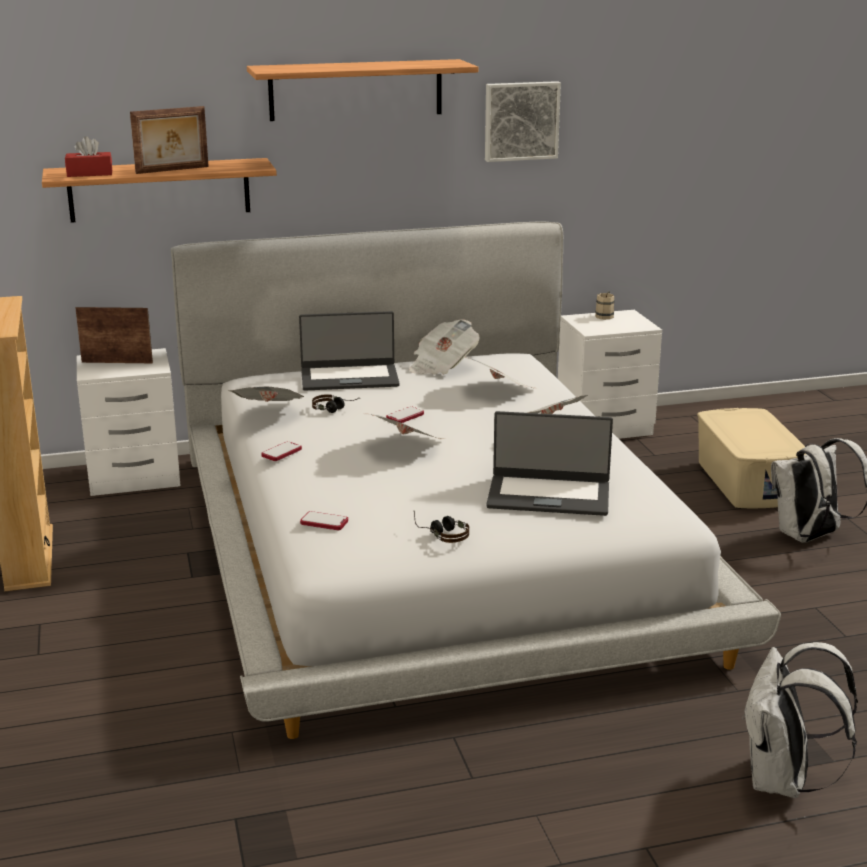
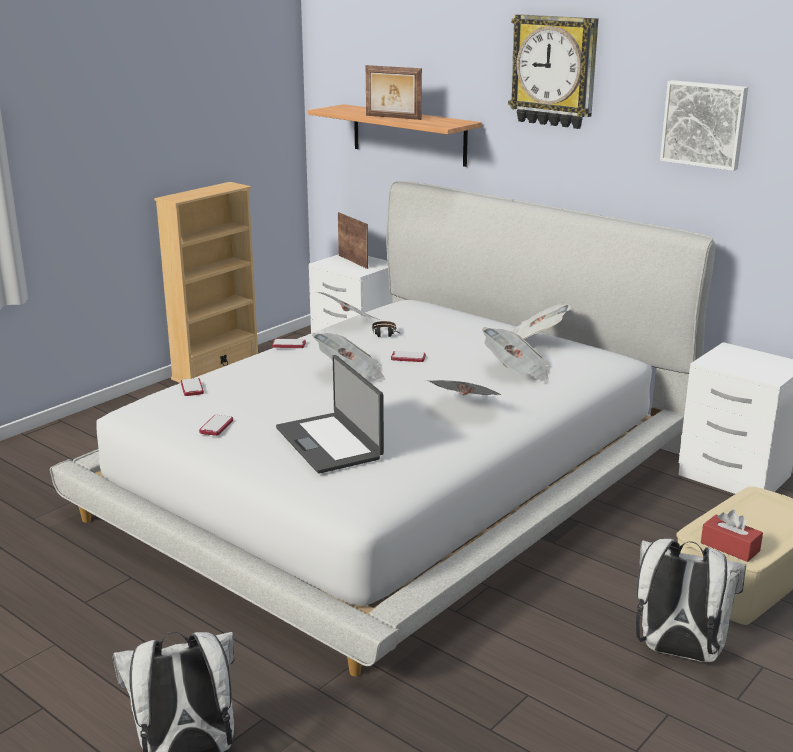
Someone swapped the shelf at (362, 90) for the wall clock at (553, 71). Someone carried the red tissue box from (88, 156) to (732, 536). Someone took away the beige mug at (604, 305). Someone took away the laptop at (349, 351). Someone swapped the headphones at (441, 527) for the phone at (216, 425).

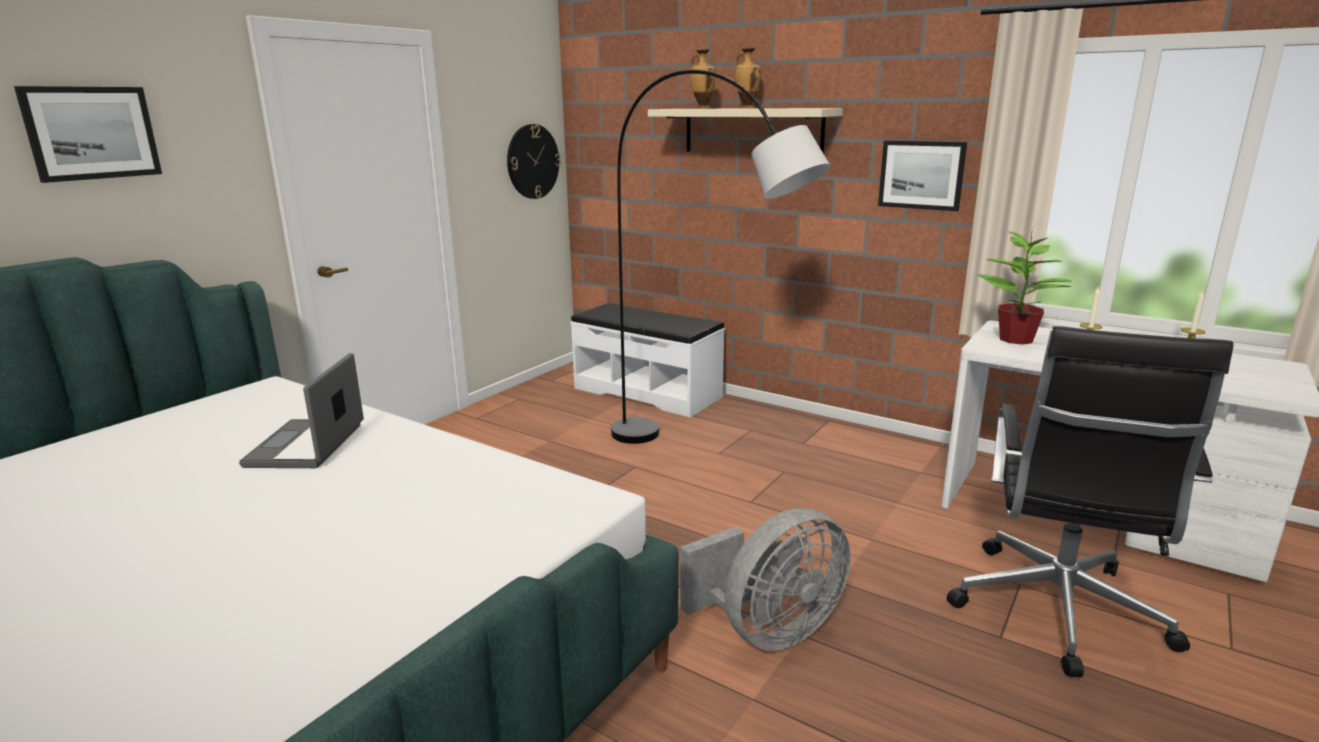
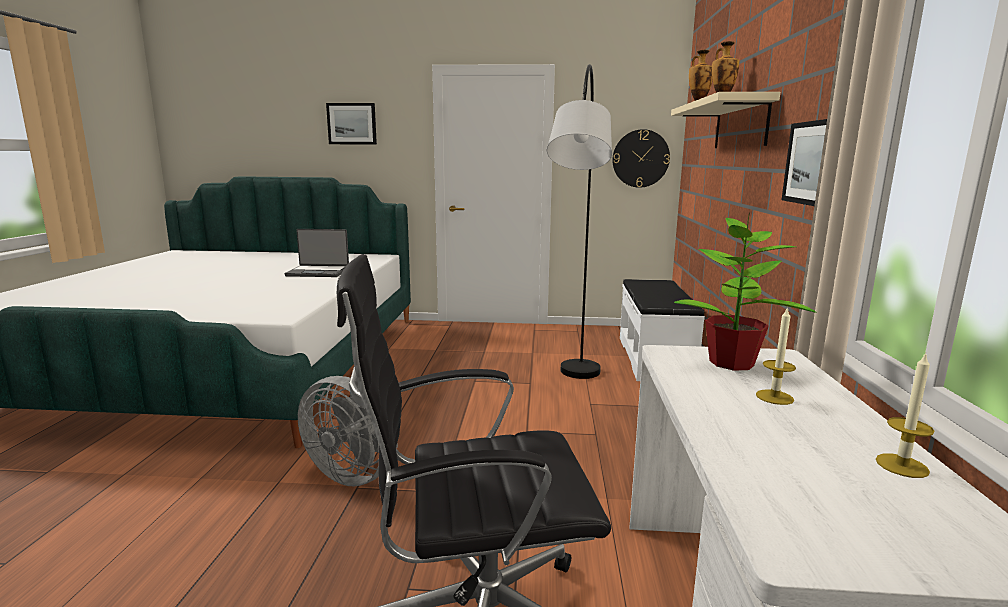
Someone rotated the laptop at (301, 410) by 150 degrees counterclockwise.

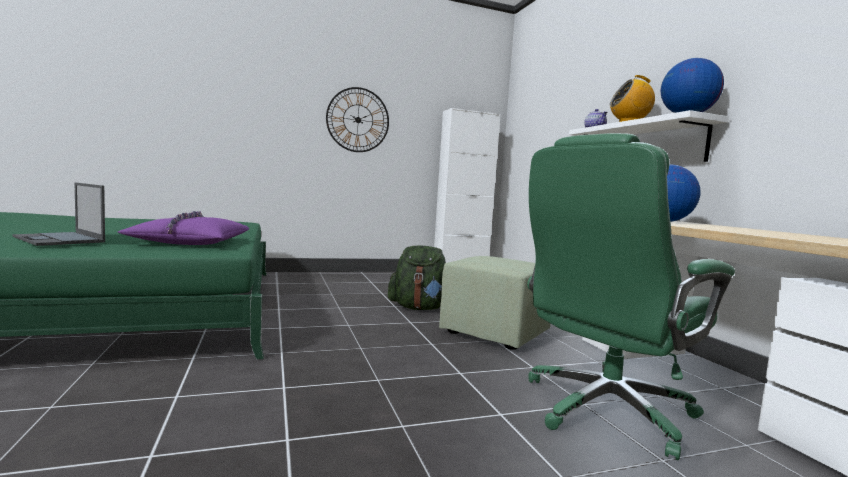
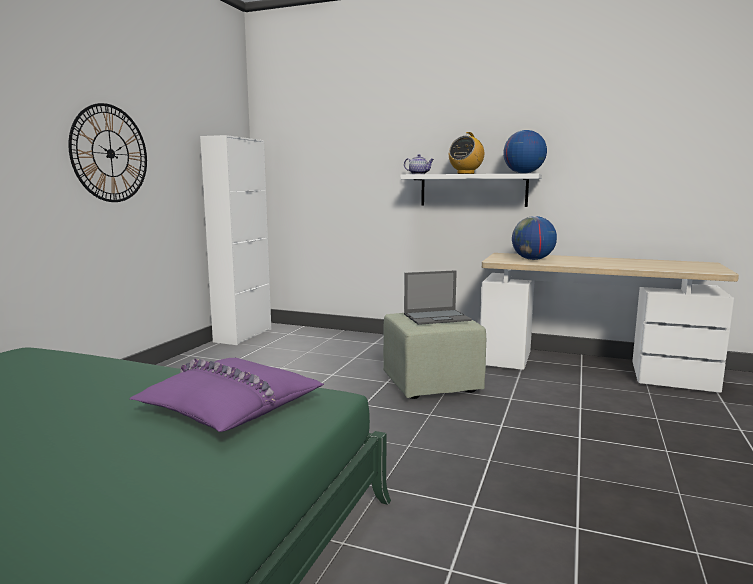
Someone took away the green office chair at (631, 296). Someone carried the laptop from (59, 214) to (438, 297). Someone took away the green backpack at (417, 277).

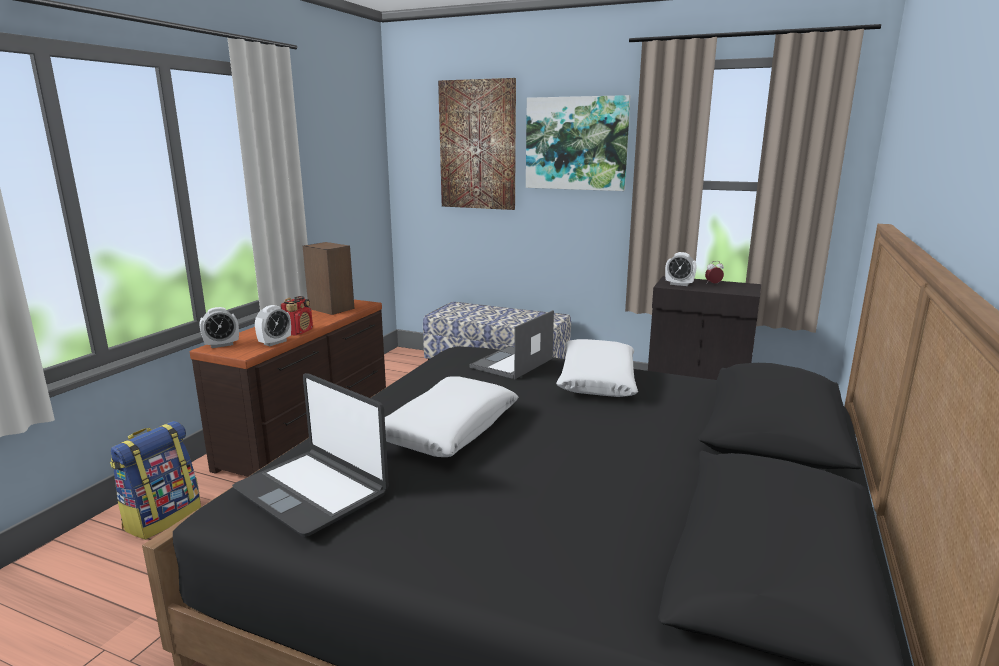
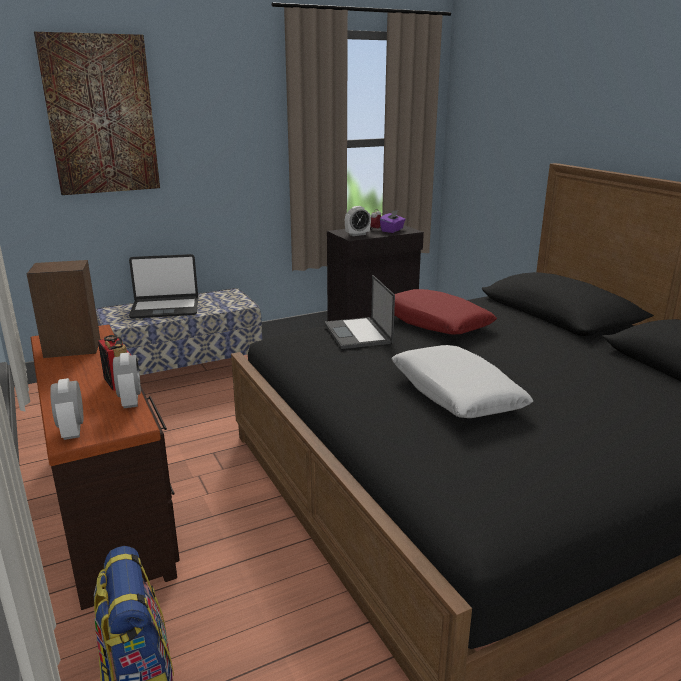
Someone took away the picture at (578, 143). Someone rotated the alarm clock at (219, 327) by 150 degrees clockwise. Someone repainted the white pillow at (597, 368), which became the red pillow at (445, 311). Someone carried the laptop from (310, 455) to (163, 286). Someone put down the purple tissue box at (393, 221).

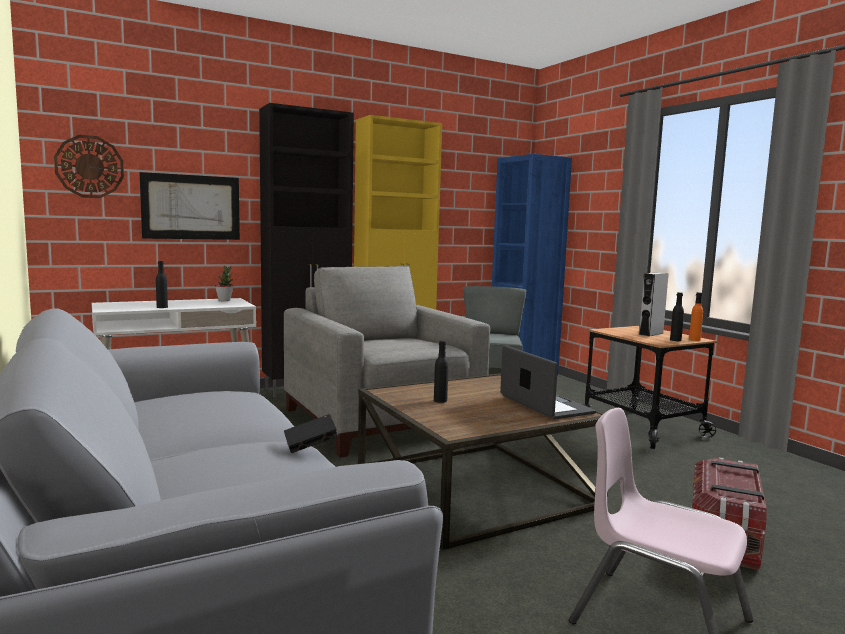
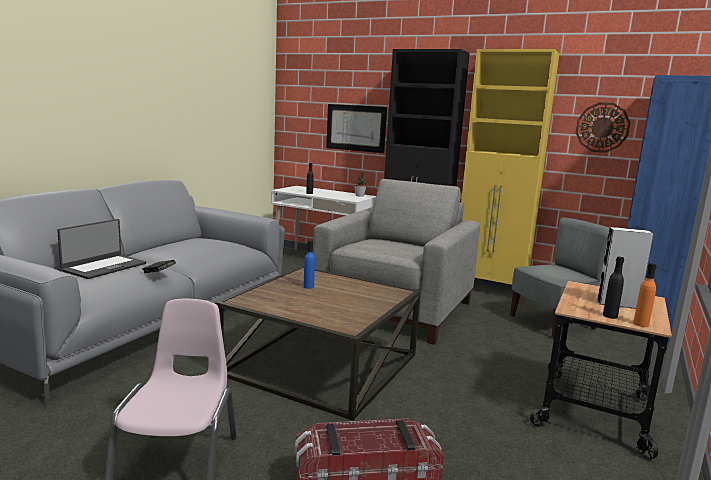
Someone carried the wall clock from (89, 166) to (603, 127). Someone repainted the black bottle at (441, 372), which became the blue bottle at (309, 264). Someone carried the laptop from (548, 382) to (101, 249).

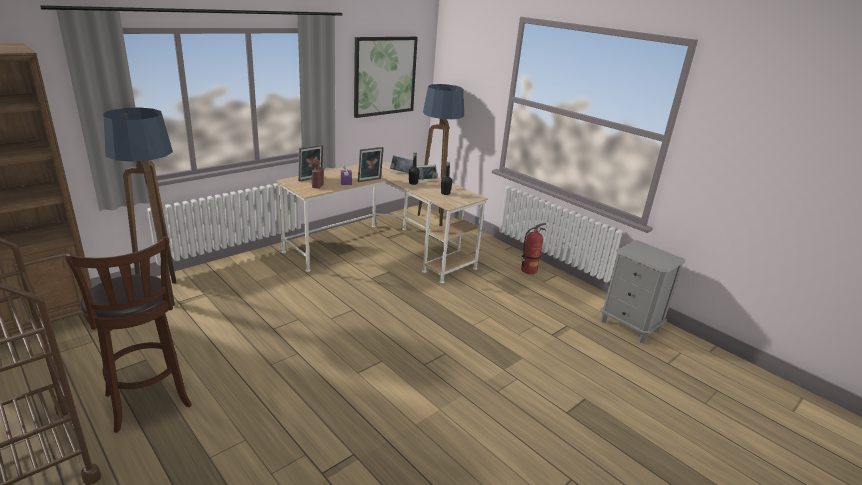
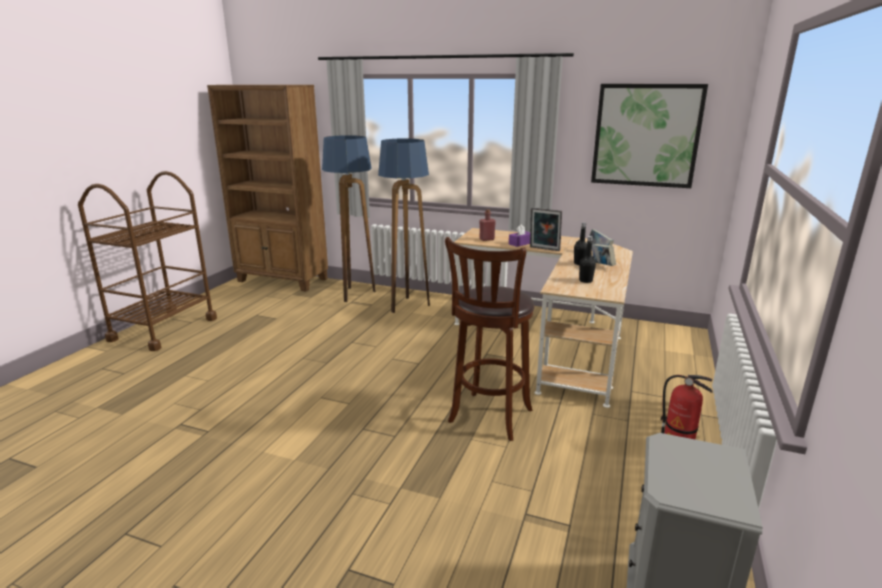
Someone carried the floor lamp from (441, 155) to (404, 225). Someone took away the picture frame at (310, 163). Someone carried the brown stool from (128, 334) to (489, 339).

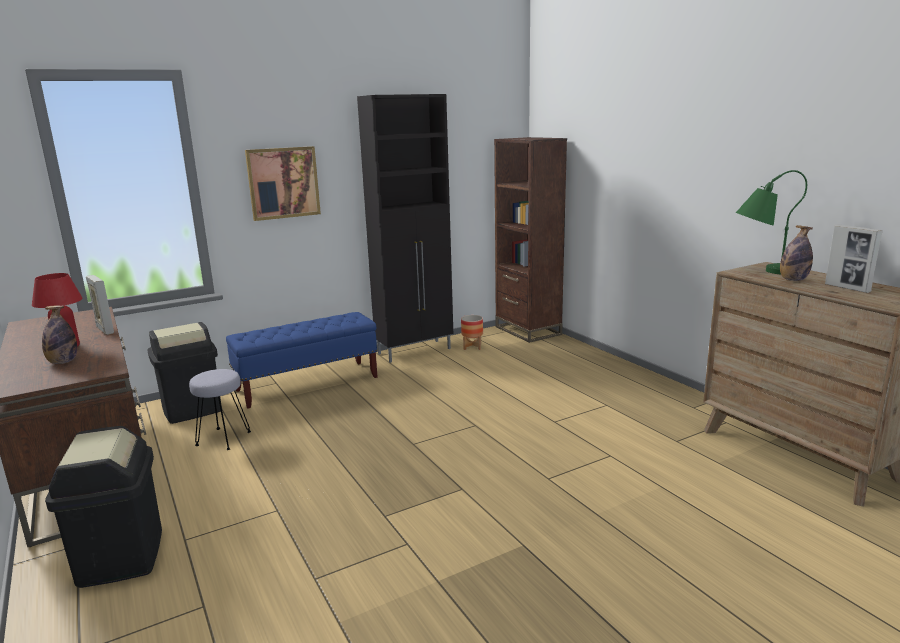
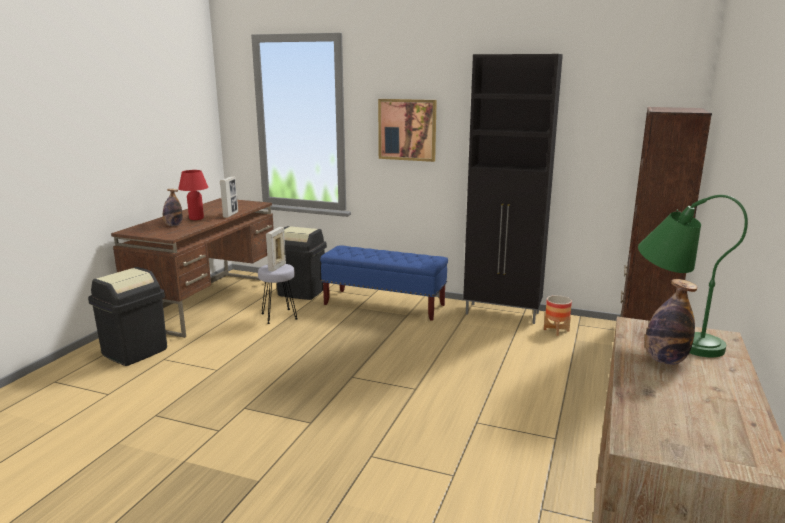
Someone carried the picture frame from (854, 258) to (276, 249).

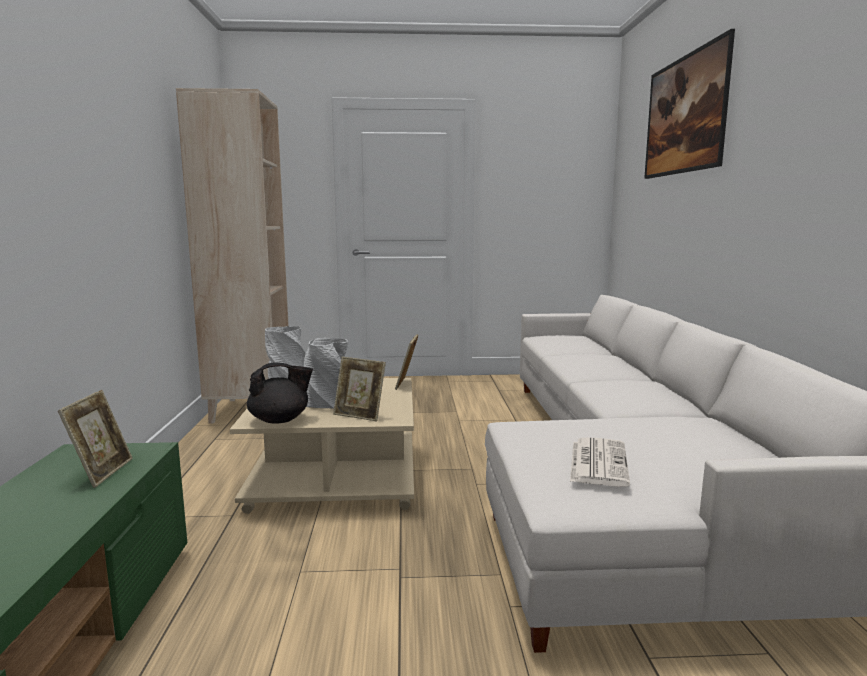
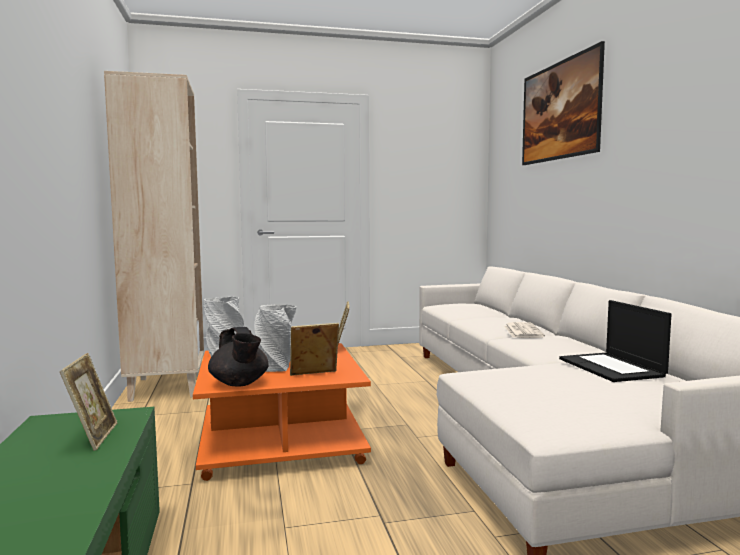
Someone rotated the picture frame at (359, 389) by 150 degrees clockwise. Someone rotated the black teapot at (280, 393) by 90 degrees clockwise. Someone repainted the beige coffee table at (322, 446), which became the orange coffee table at (282, 412). Someone carried the newspaper from (600, 462) to (524, 330). Someone put down the laptop at (615, 341).

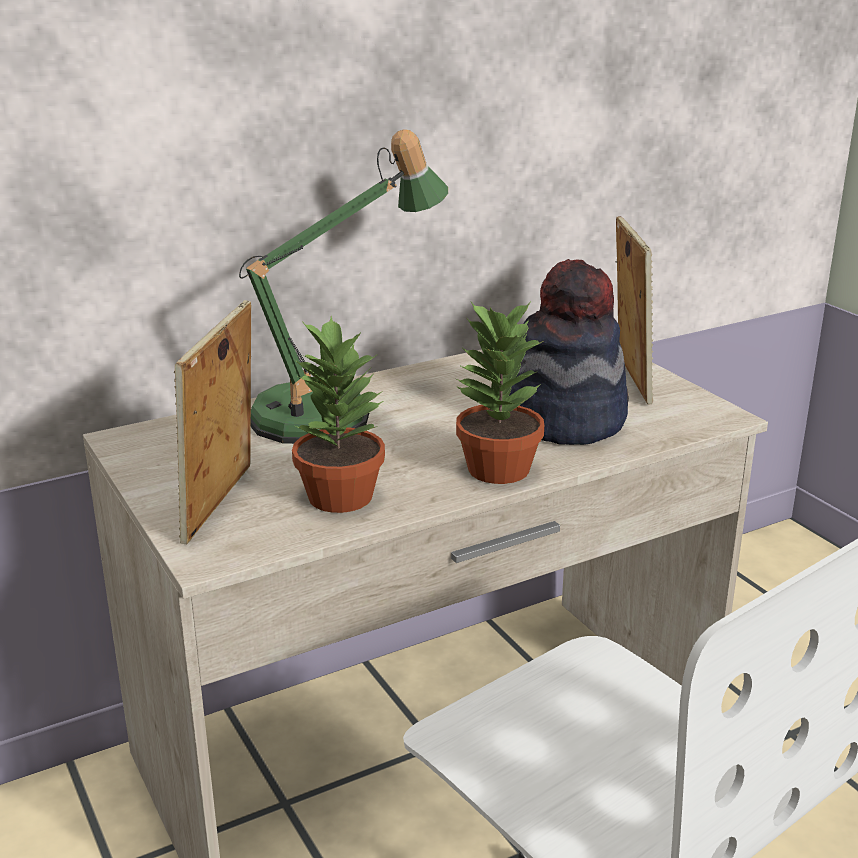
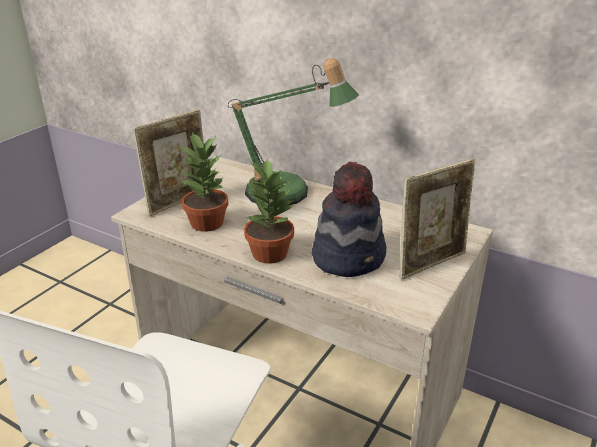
Someone rotated the picture frame at (212, 422) by 150 degrees clockwise.

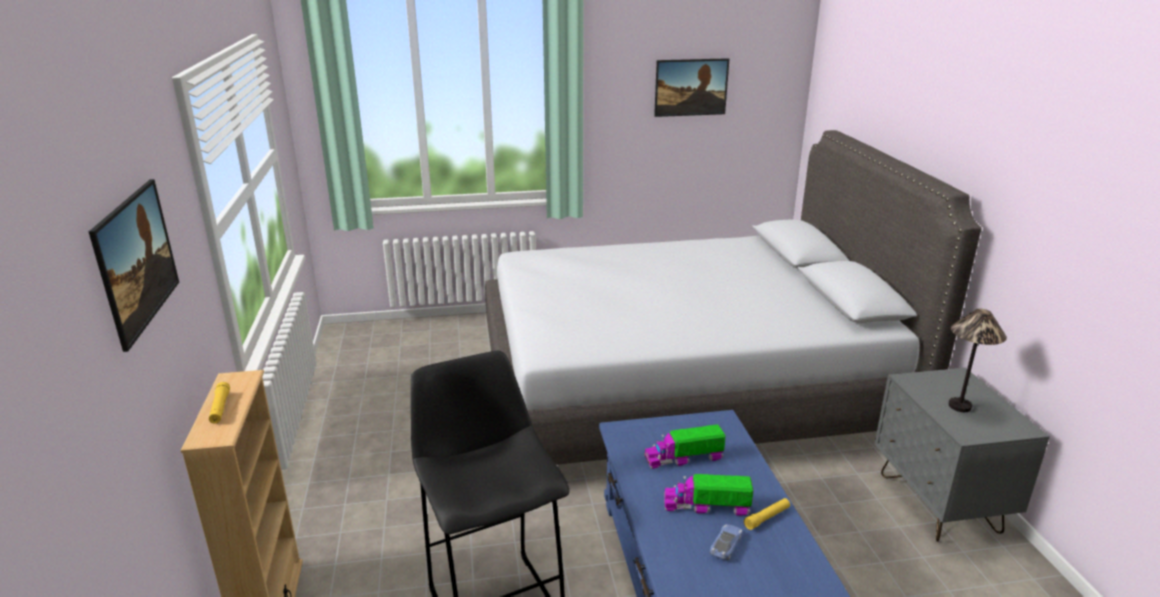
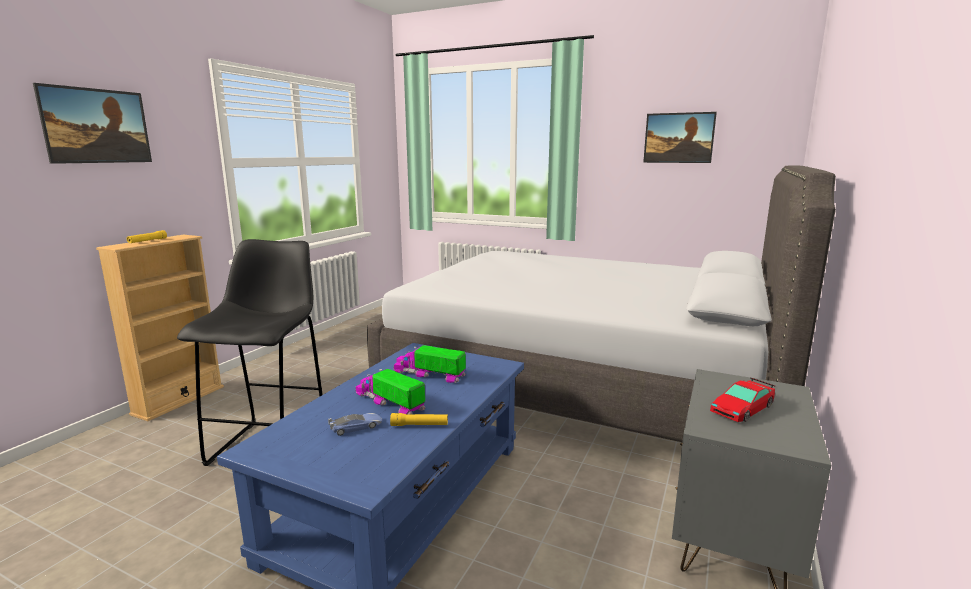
Someone swapped the table lamp at (978, 360) for the toy car at (742, 400).

